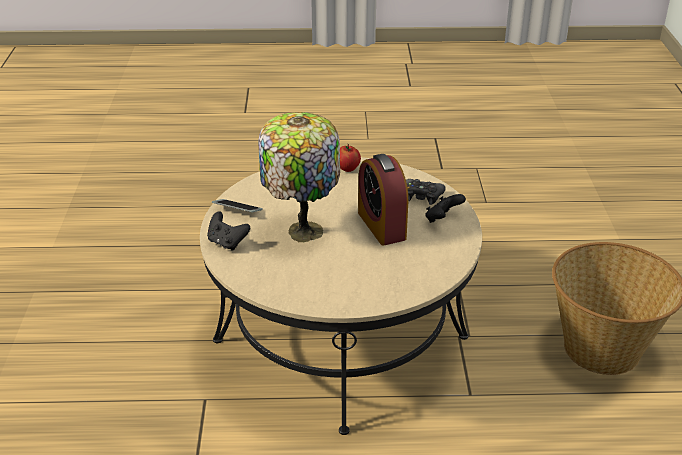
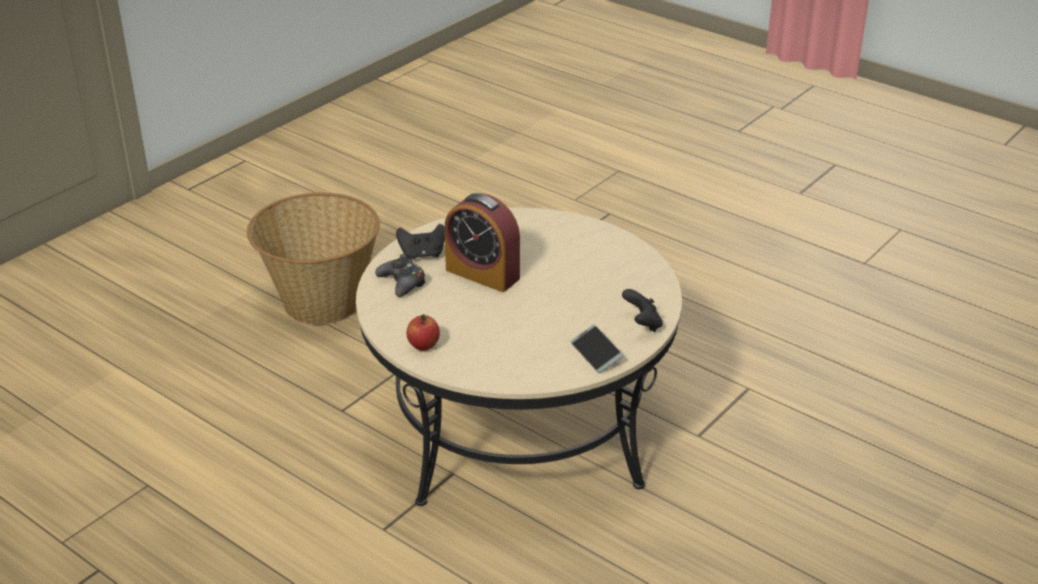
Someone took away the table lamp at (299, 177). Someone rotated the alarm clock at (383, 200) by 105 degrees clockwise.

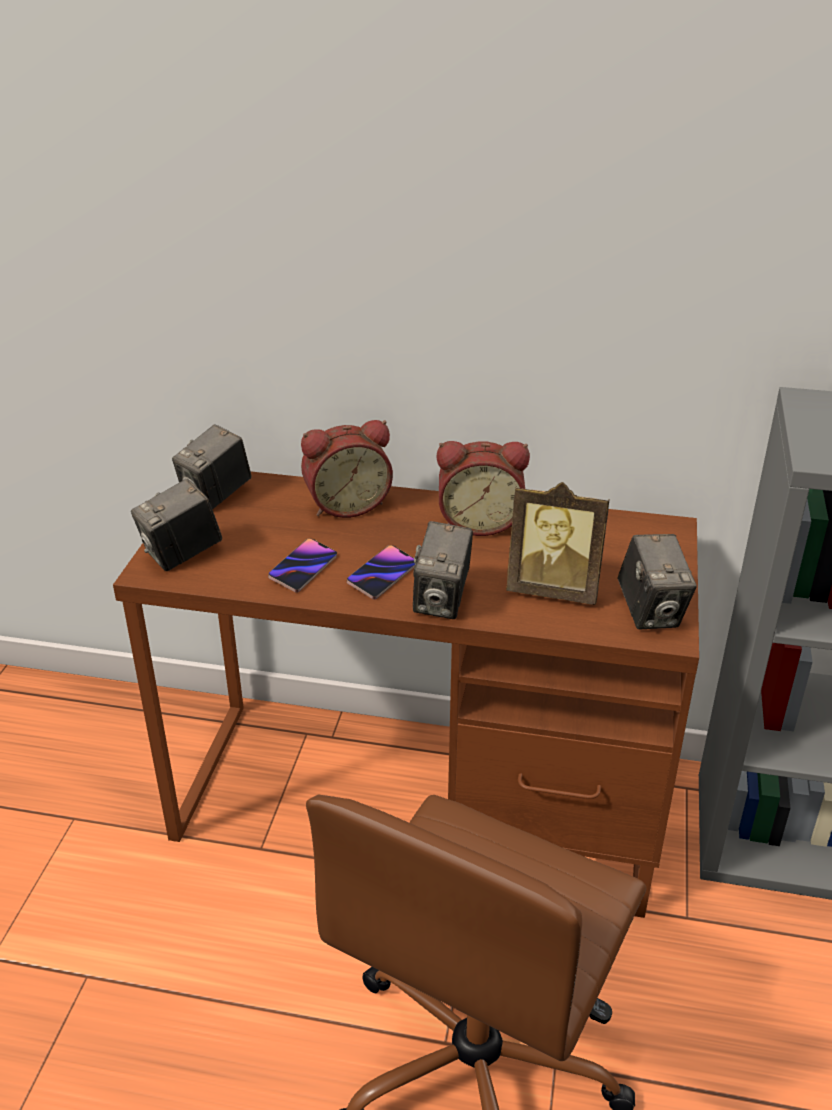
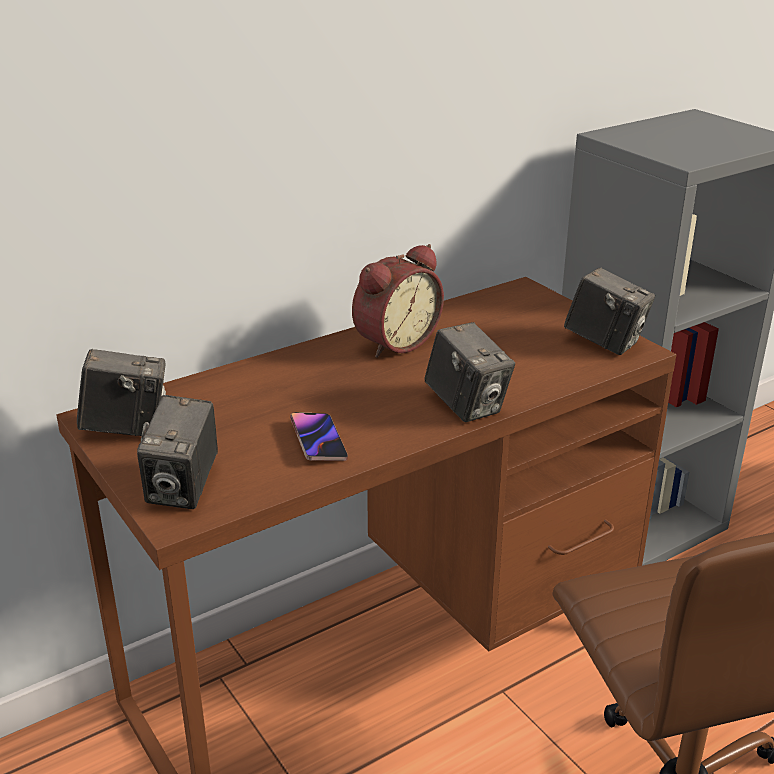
Someone took away the alarm clock at (347, 469). Someone rotated the photo camera at (212, 467) by 90 degrees counterclockwise. Someone took away the picture frame at (558, 543). Someone took away the phone at (381, 572).

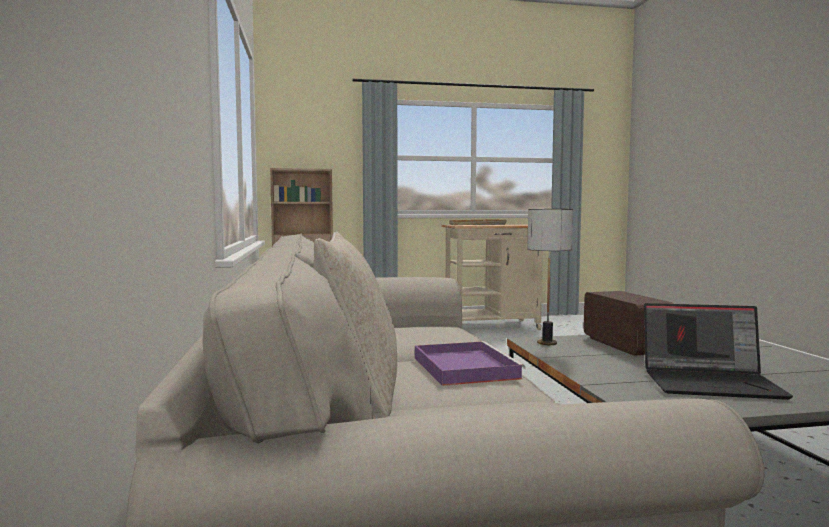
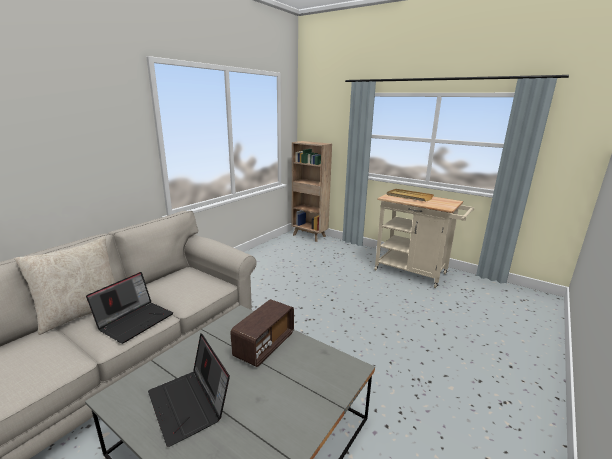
Someone took away the table lamp at (550, 277). Someone swapped the purple tray at (470, 363) for the laptop at (129, 308).

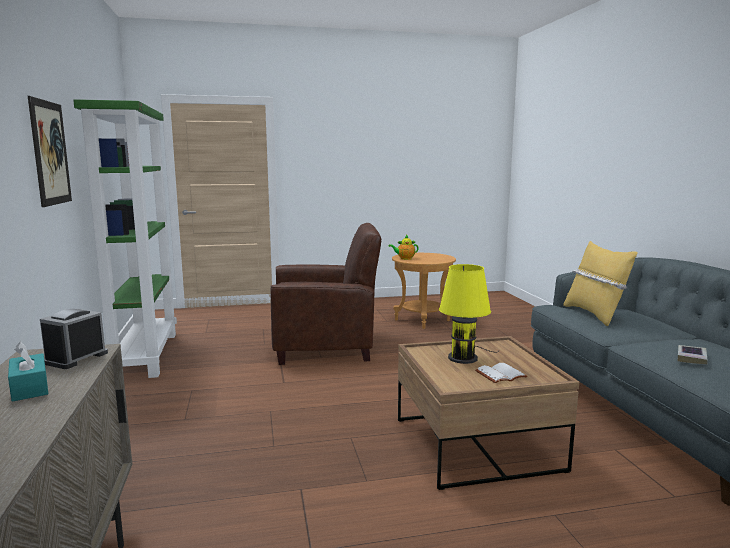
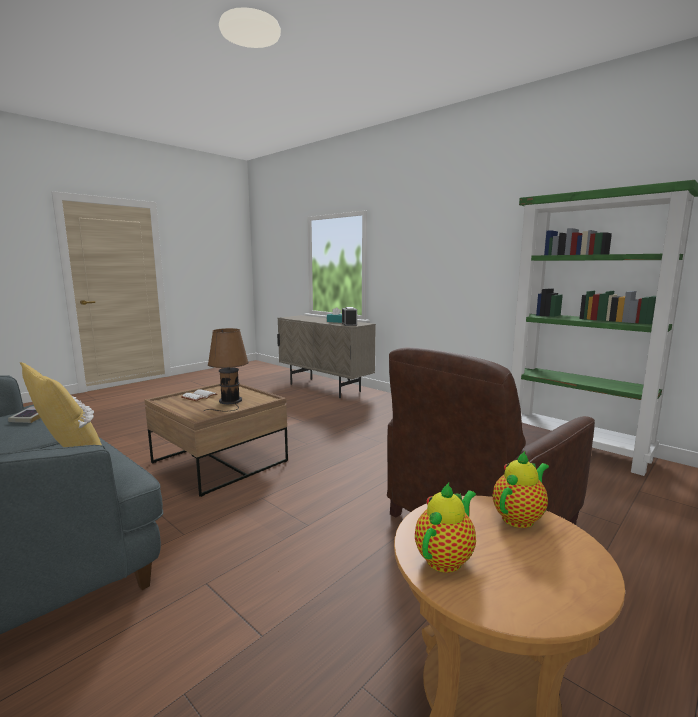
Someone took away the picture at (50, 151). Someone repainted the yellow table lamp at (469, 314), which became the brown table lamp at (226, 370). Someone put down the teapot at (445, 528).

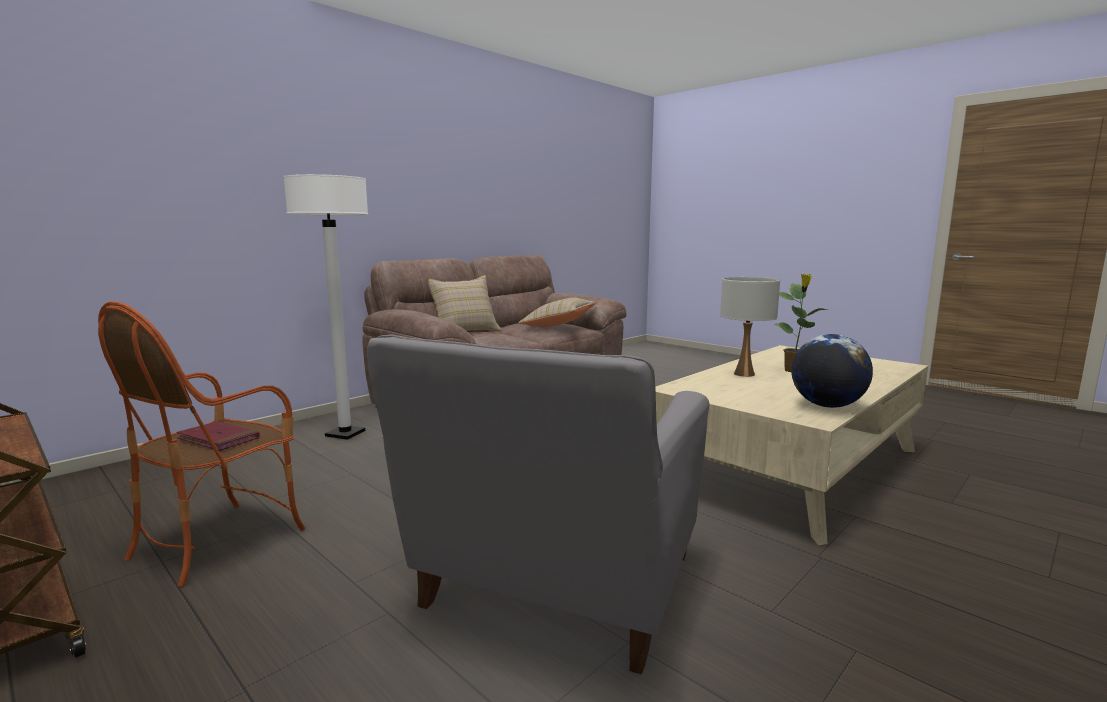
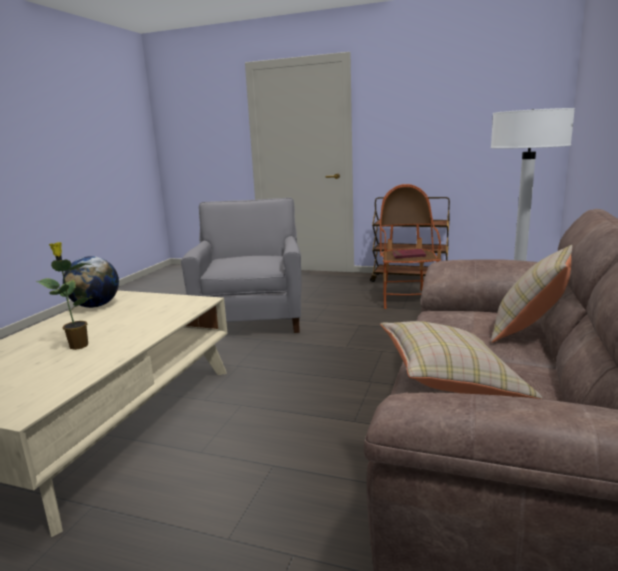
Someone took away the white table lamp at (750, 327).

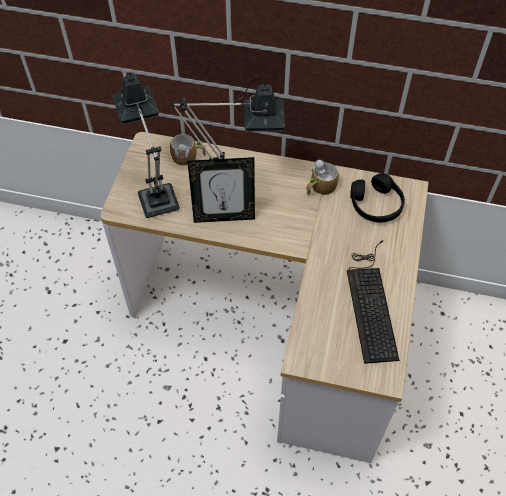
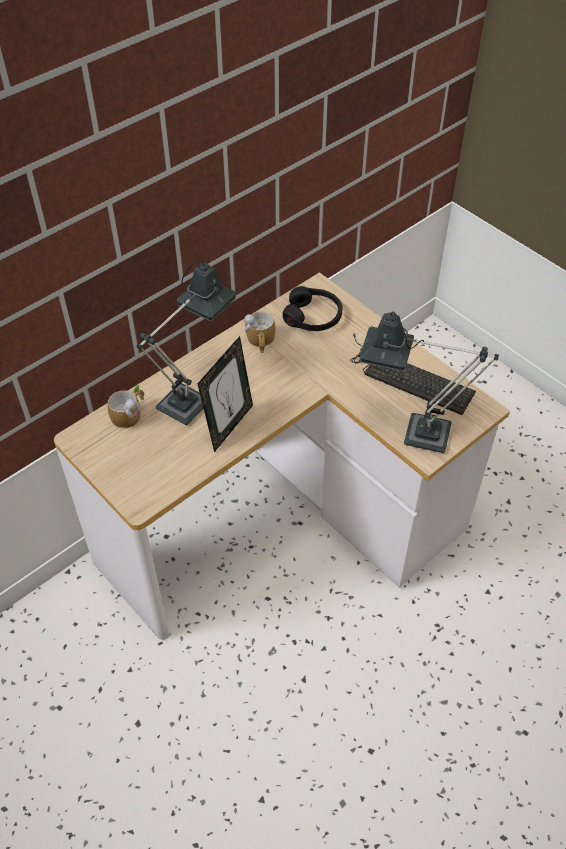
Someone carried the table lamp from (146, 145) to (429, 382).

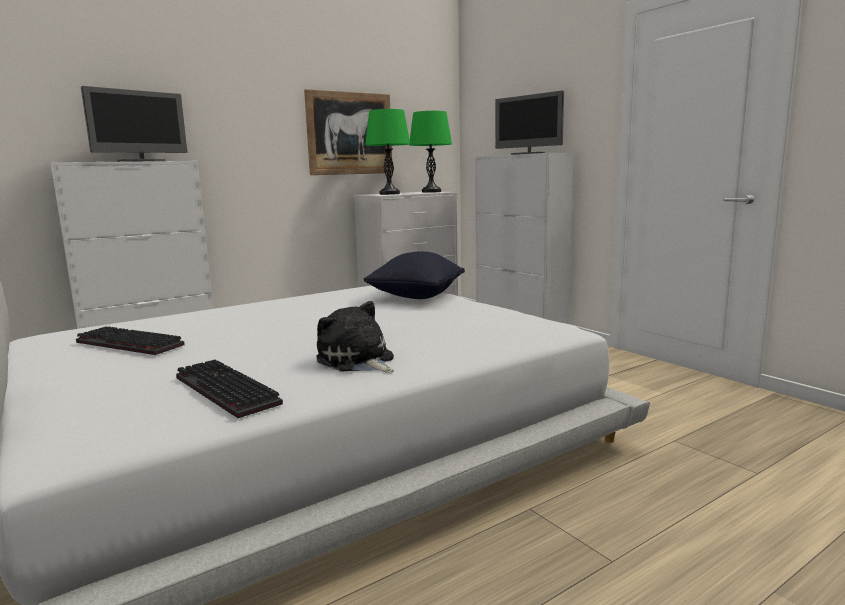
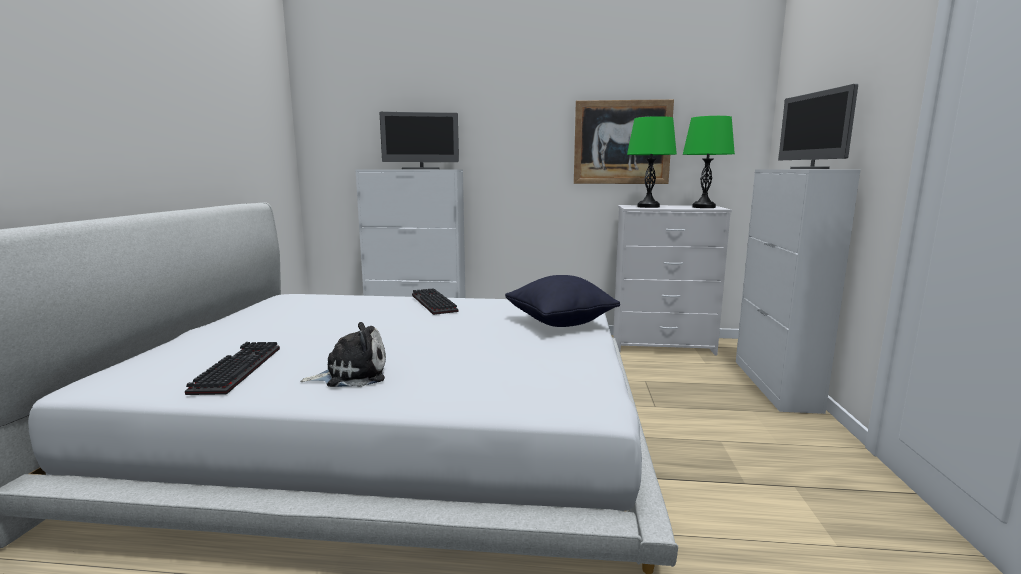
Someone rotated the plush toy at (355, 337) by 75 degrees clockwise. Someone carried the keyboard from (130, 341) to (435, 301).

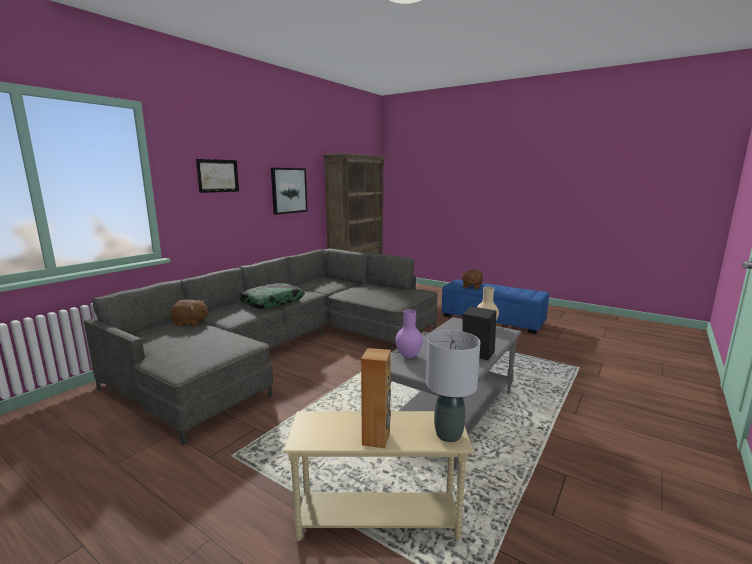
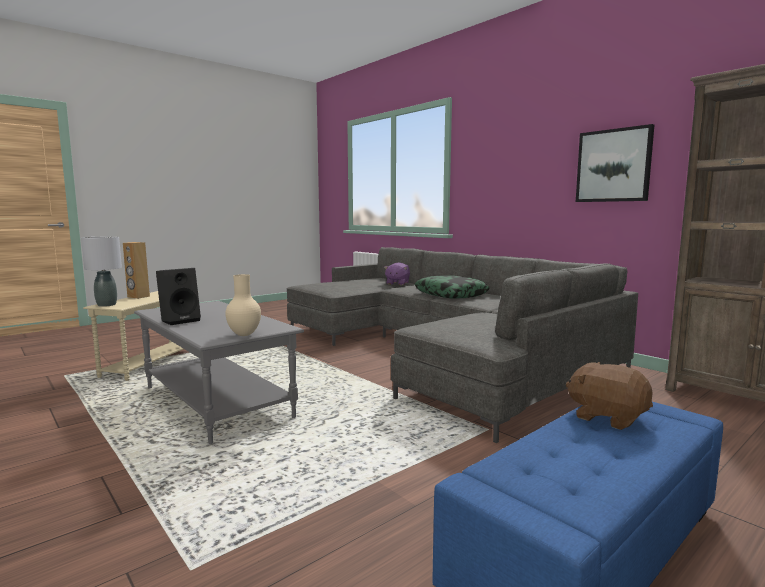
Someone took away the picture at (217, 176). Someone repainted the brown plush toy at (189, 313), which became the purple plush toy at (397, 274). Someone took away the purple vase at (409, 333).

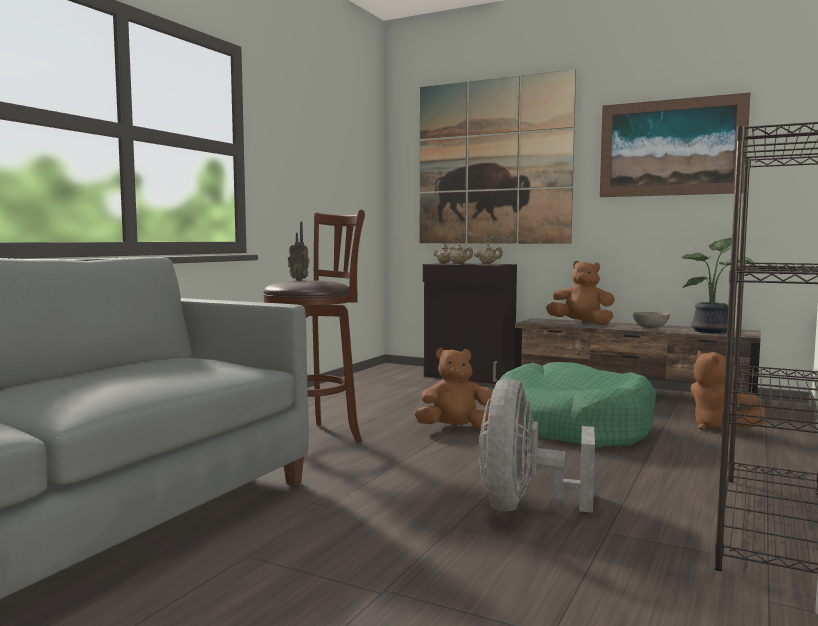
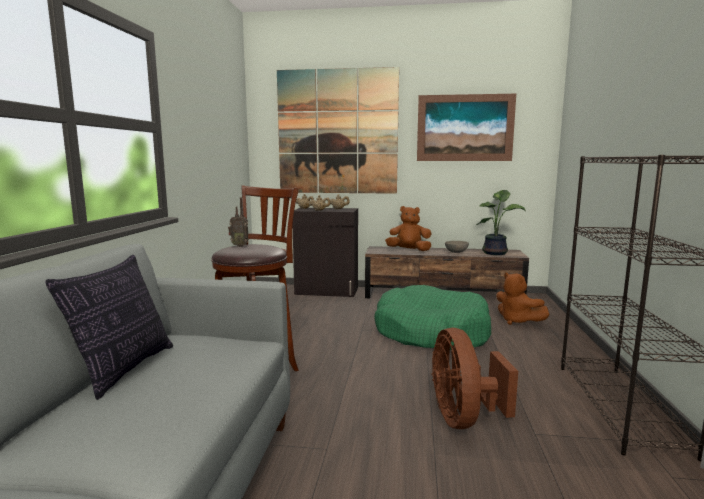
Someone took away the brown plush toy at (453, 388). Someone repainted the grey fan at (537, 446), which became the brown fan at (475, 378). Someone put down the pillow at (109, 327).

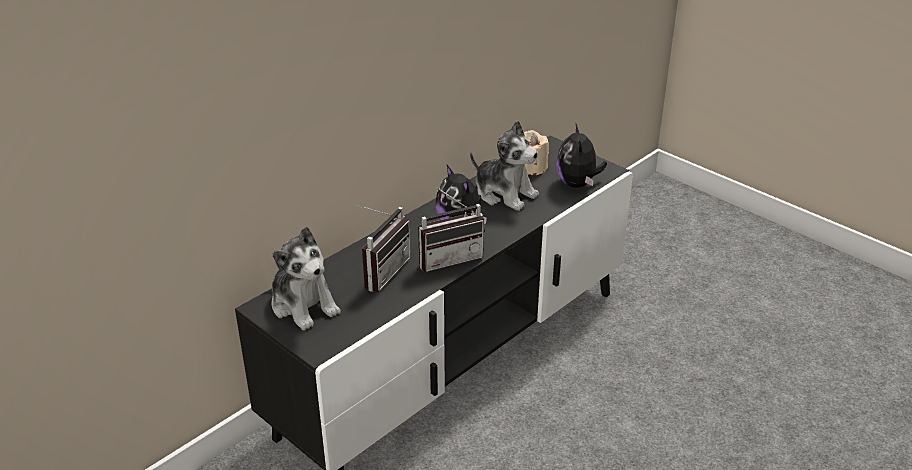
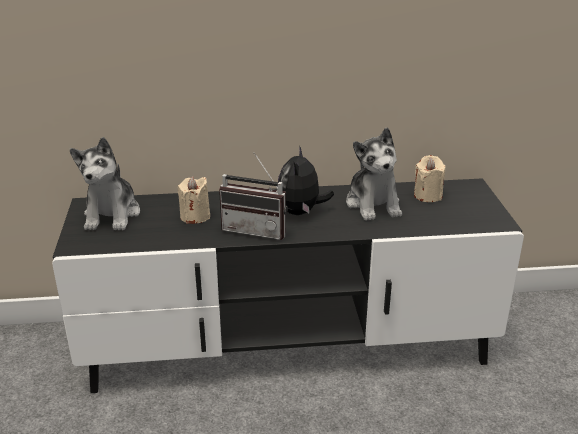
Someone took away the plush toy at (581, 155). Someone swapped the radio at (384, 248) for the beige candle at (194, 200).

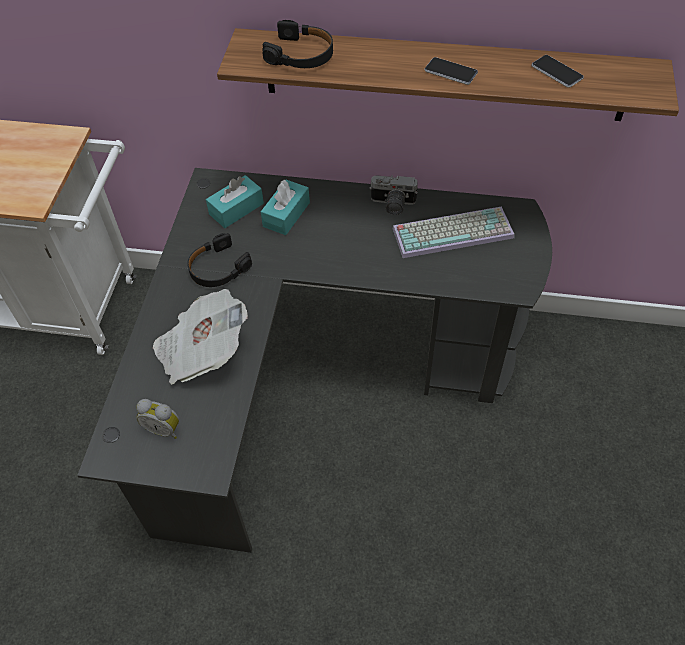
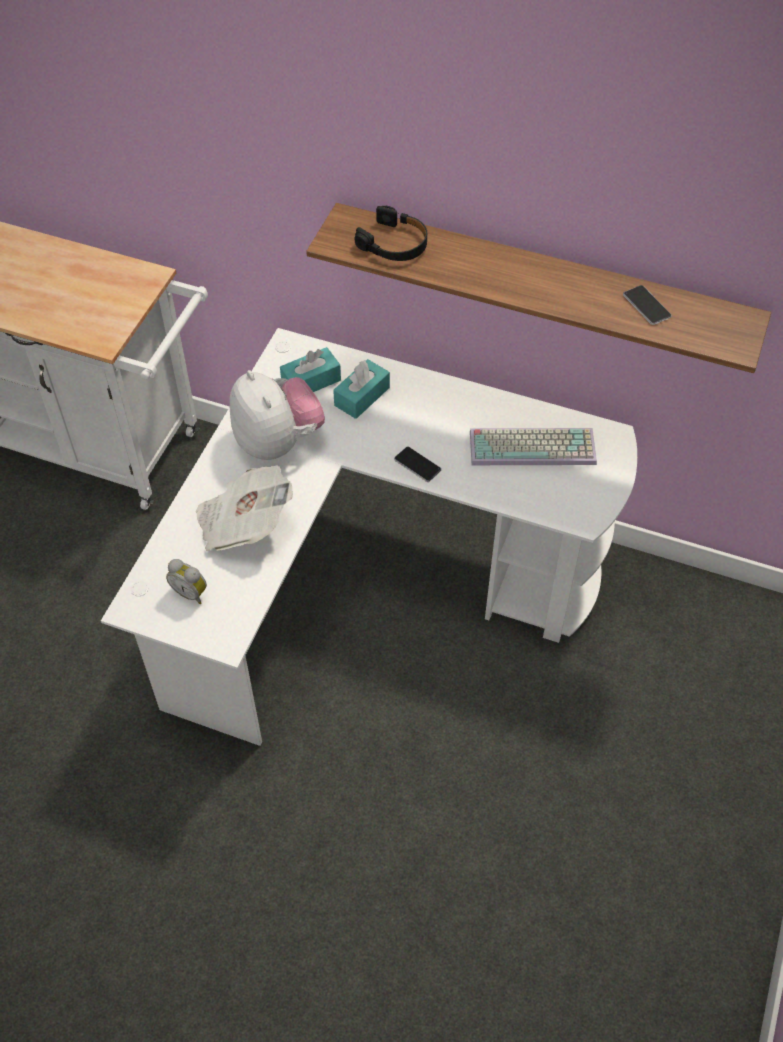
Someone carried the phone from (451, 71) to (417, 464). Someone repainted the black desk at (314, 360), which became the white desk at (369, 537). Someone took away the photo camera at (393, 195). Someone swapped the black headphones at (219, 260) for the plush toy at (277, 415).

